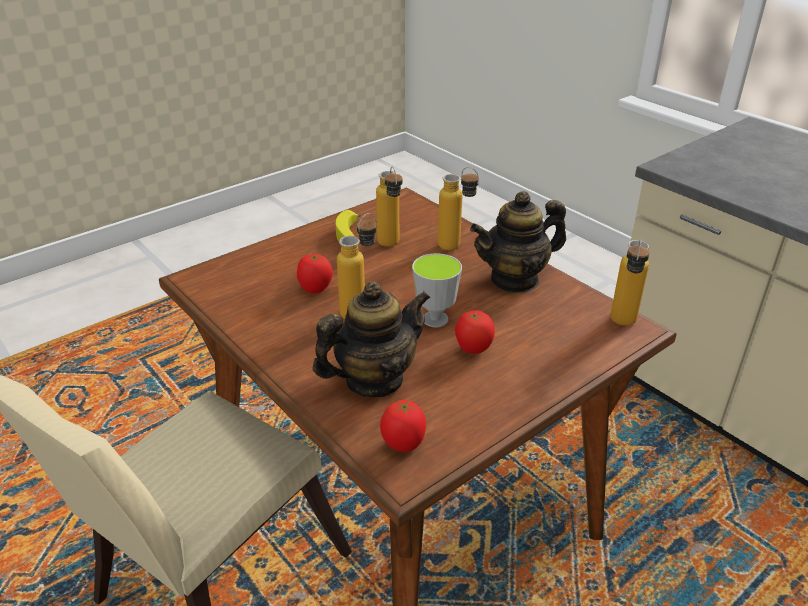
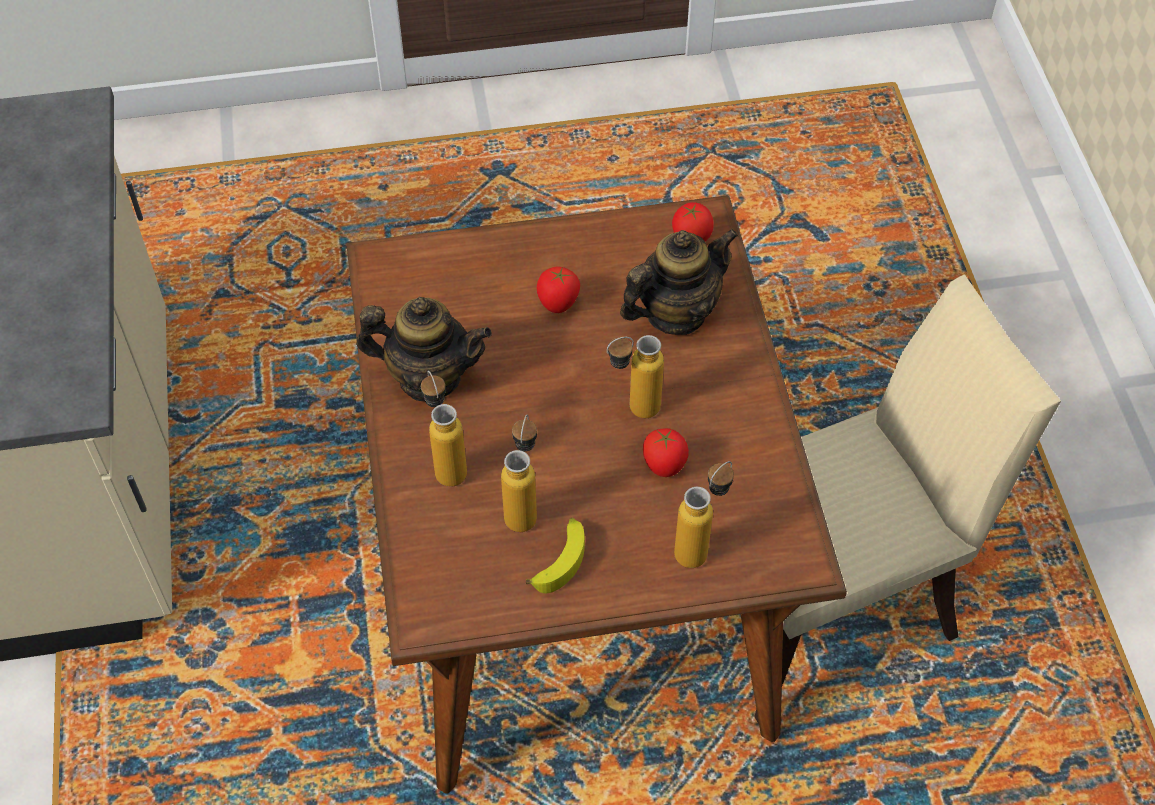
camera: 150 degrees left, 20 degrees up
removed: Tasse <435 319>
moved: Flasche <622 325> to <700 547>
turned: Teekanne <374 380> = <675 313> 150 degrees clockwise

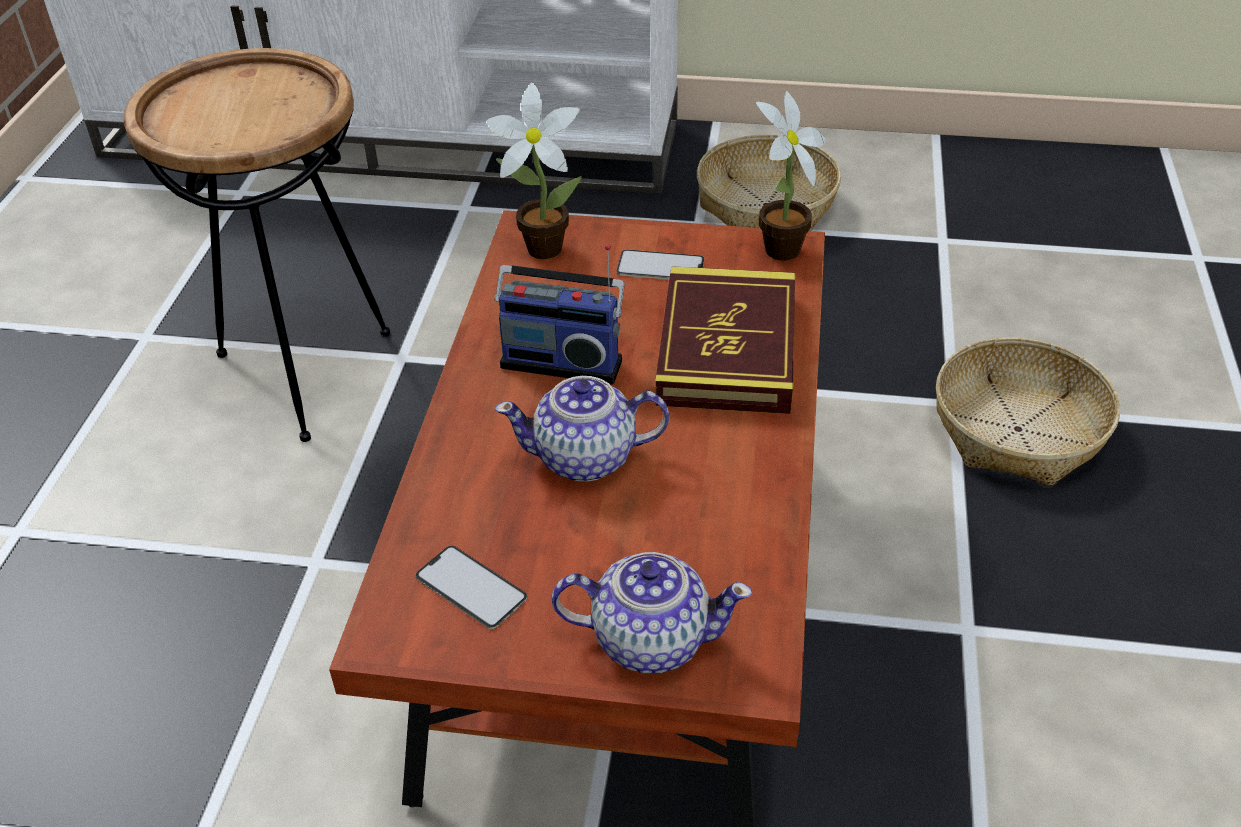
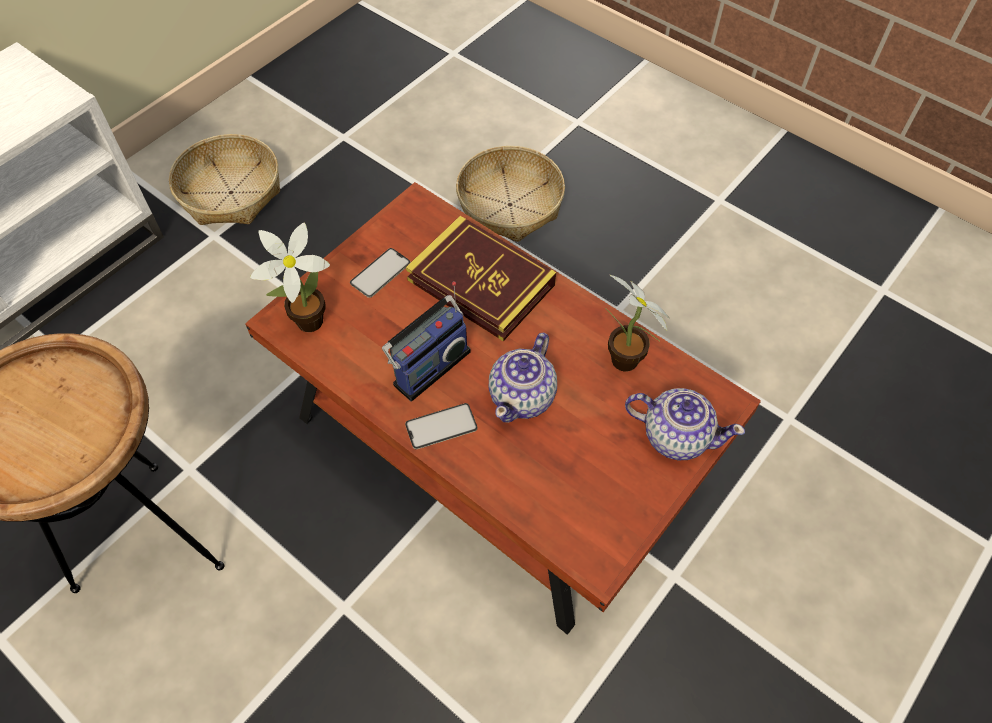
camera: 60 degrees left, 15 degrees up
moved: Handy <471 587> to <441 426>; Topfpflanze <778 253> to <626 364>
turned: Teekanne <649 639> = <675 435> 75 degrees clockwise

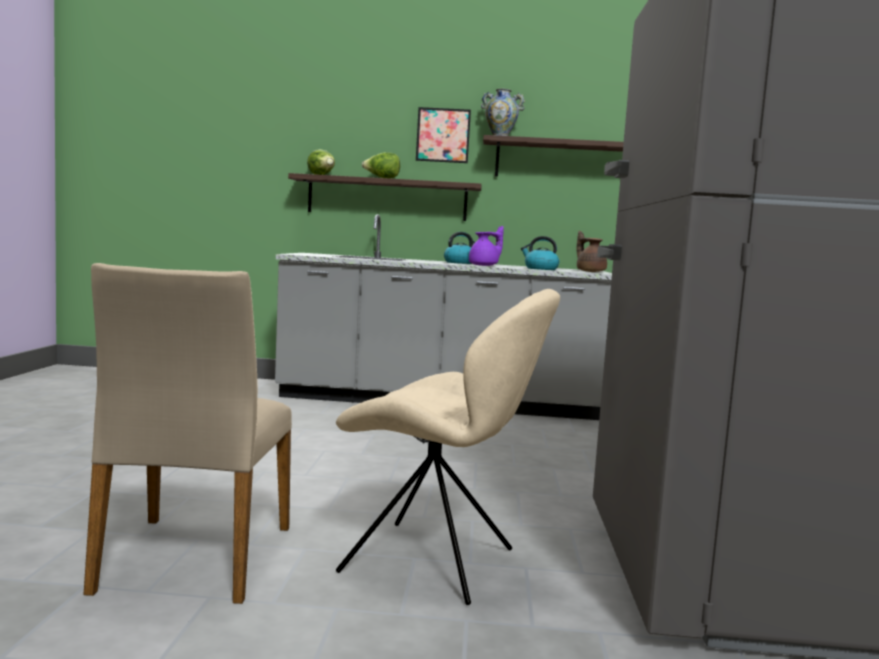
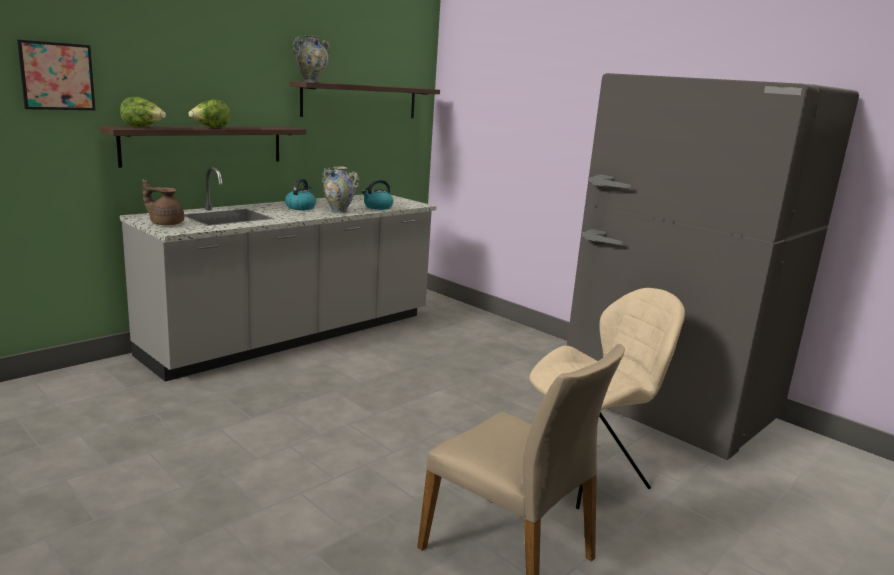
camera: 50 degrees left, 10 degrees up
moved: Bild <443 135> to <57 76>; Teekanne/braun <590 271> to <166 223>
replaced: Teekanne/lila <485 265> to Vase <339 211>

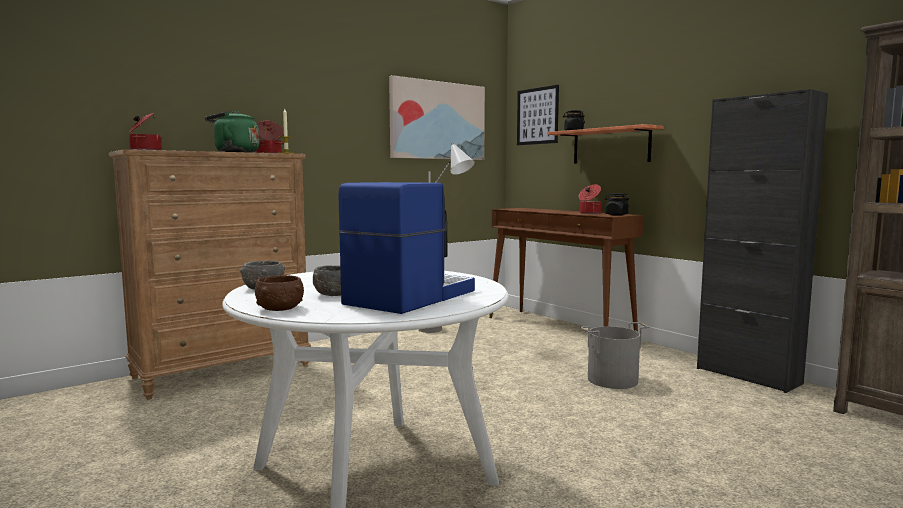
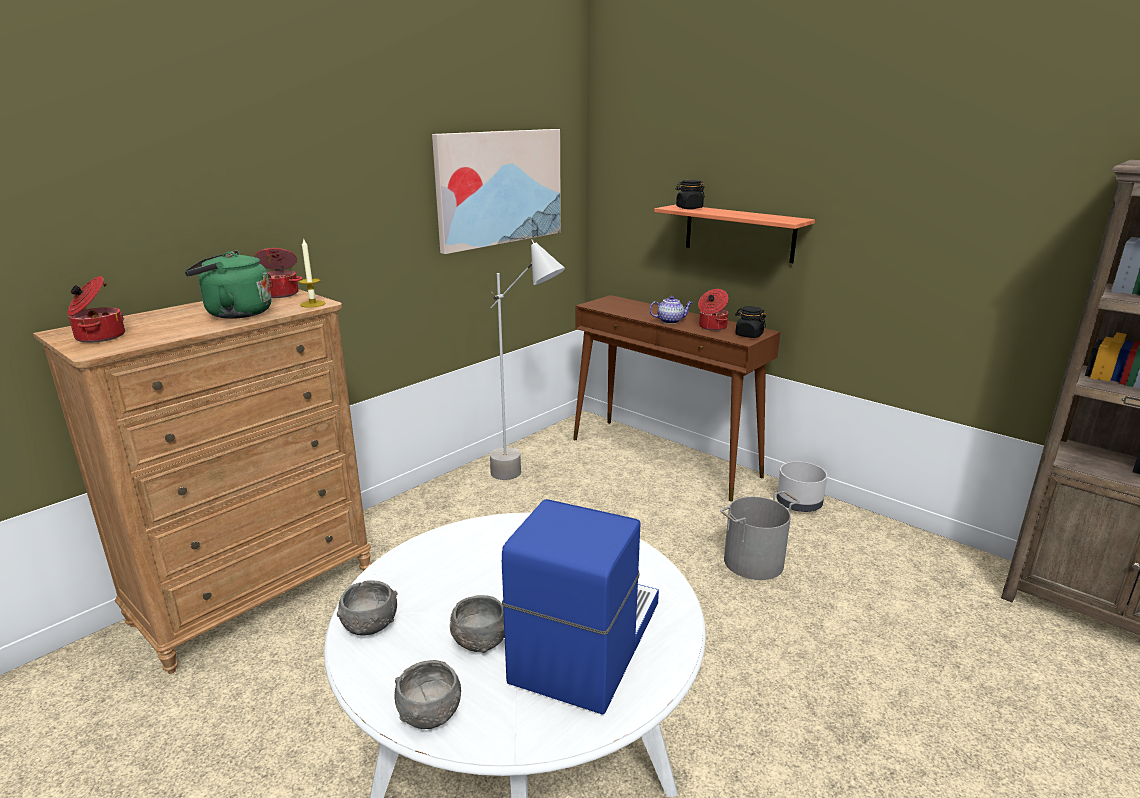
camera: 10 degrees left, 15 degrees up
removed: Bild <537 116>; Schrank/schwarz <748 376>
added: Teekanne <670 321>; Pflanzkübel/grau <799 503>
recoloured: Schüssel/braun <280 308> to Schüssel/grau <429 712>

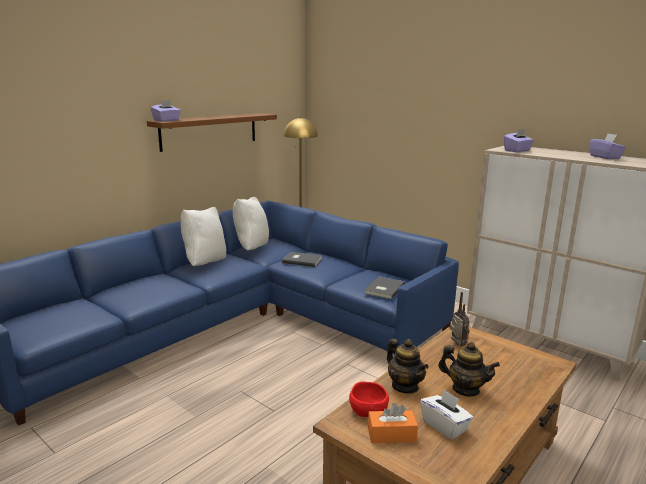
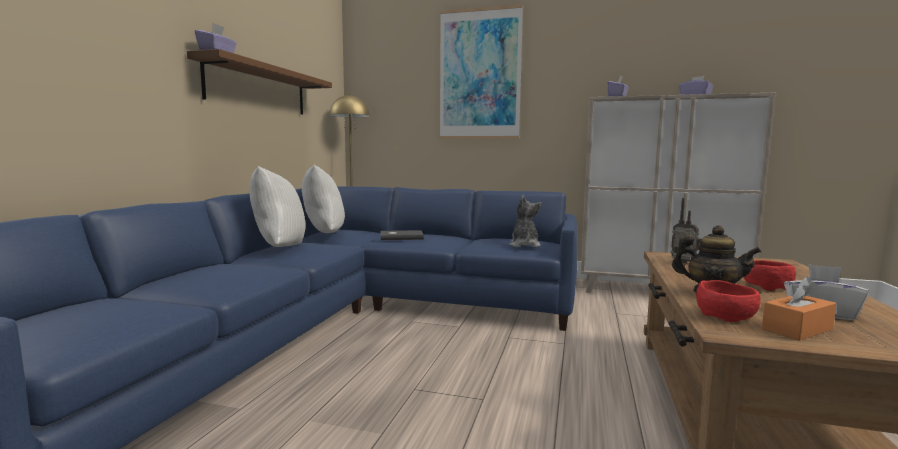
camera: 25 degrees left, 10 degrees down
added: Bild <480 74>
replaced: Buch/grau <383 289> to Plüschtier <524 245>; Teekanne <465 389> to Schüssel/rot <765 286>

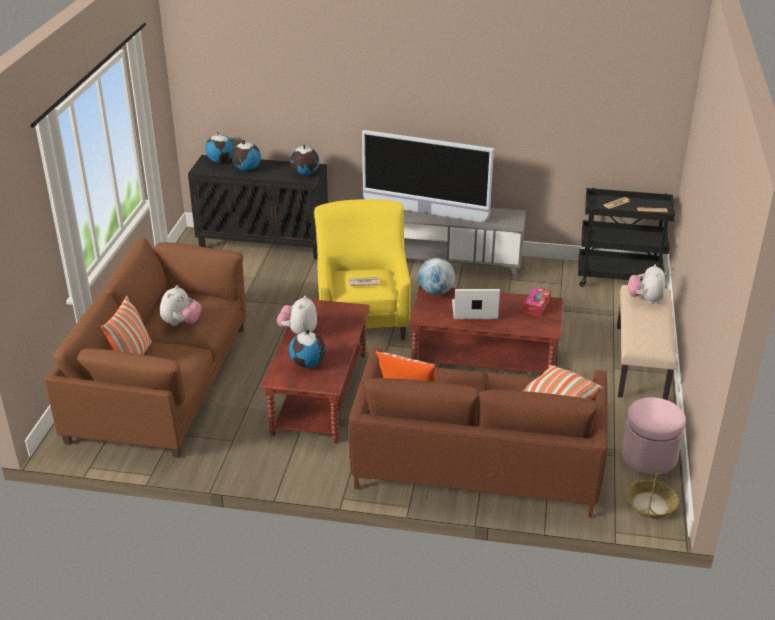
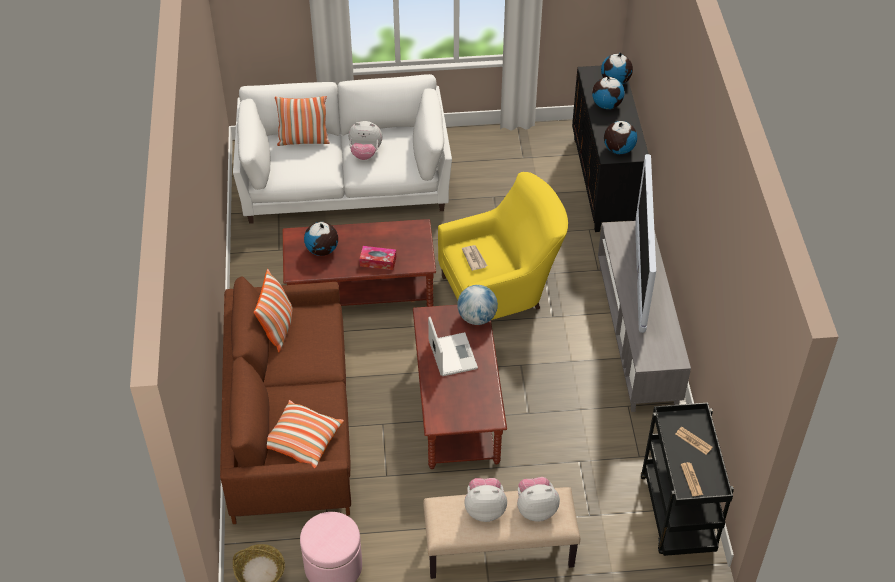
camera: 75 degrees right, 15 degrees up
moved: Plüschtier <298 332> to <485 509>; Taschentuchbox <536 306> to <378 261>
recoloured: Sofa/braun <162 383> to Sofa/weiß <345 182>

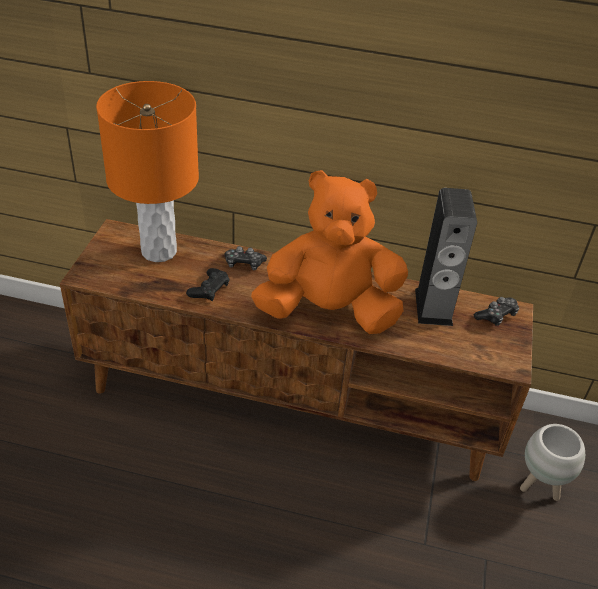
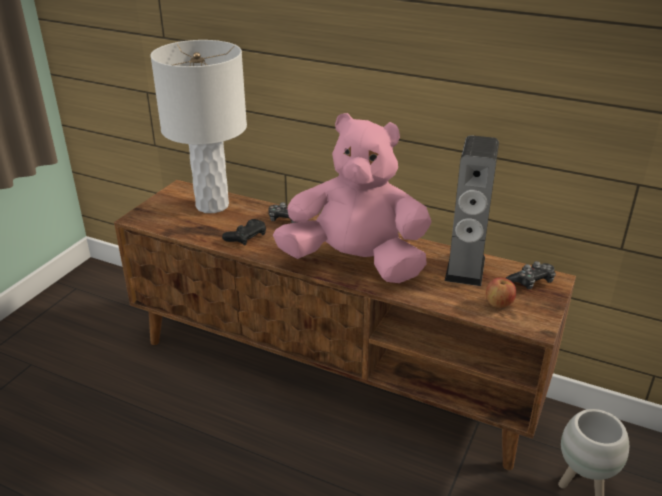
camera: 15 degrees right, 10 degrees down
added: Apfel <498 304>
recoloured: Tischlampe/orange <158 251> to Tischlampe/weiß <212 205>; Plüschtier/orange <329 311> to Plüschtier/rosa <355 263>

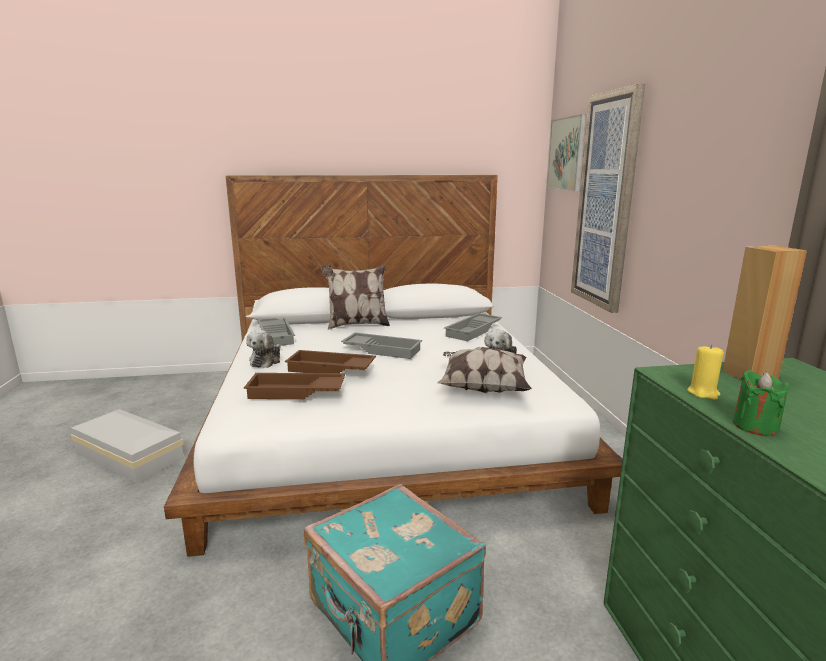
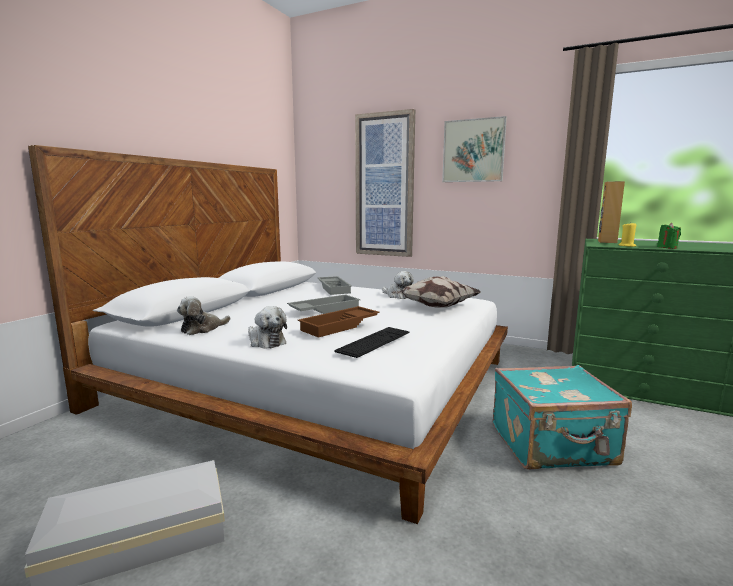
camera: 55 degrees left, 5 degrees down
removed: Kissen <357 325>
moved: Bild <566 154> to <473 150>
replaced: Tablett/braun <295 392> to Tastatur <374 341>; Tablett/grau <277 335> to Plüschtier <202 329>

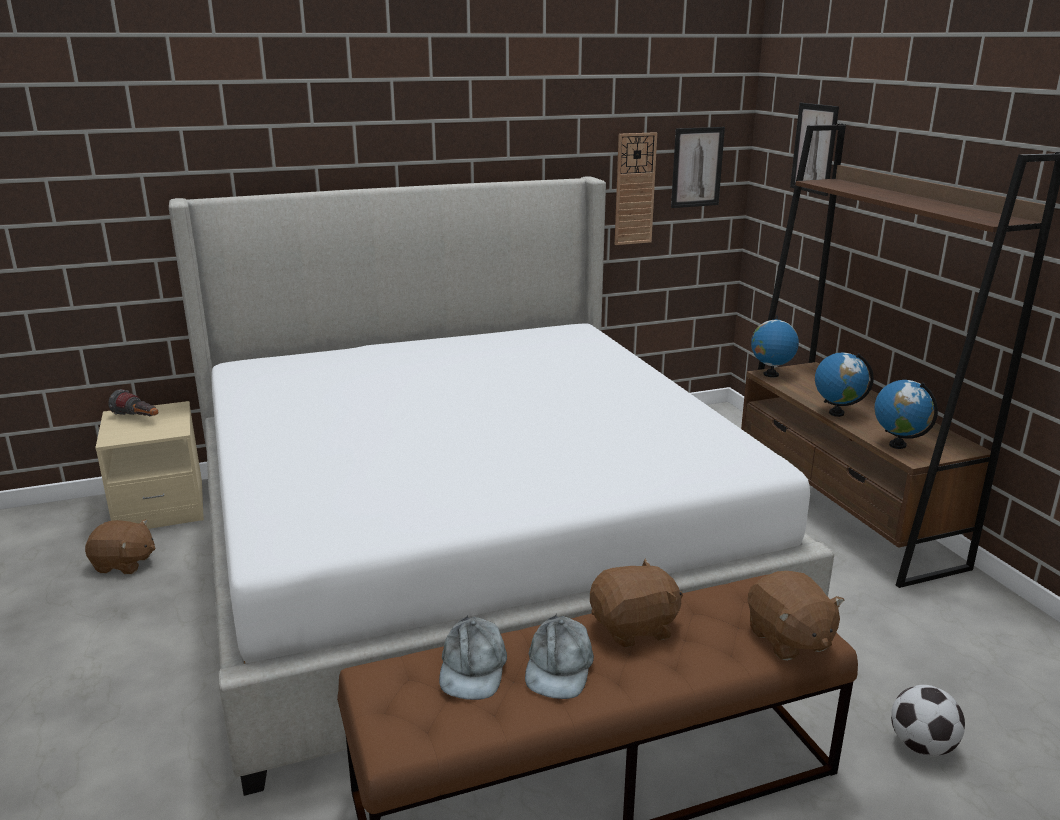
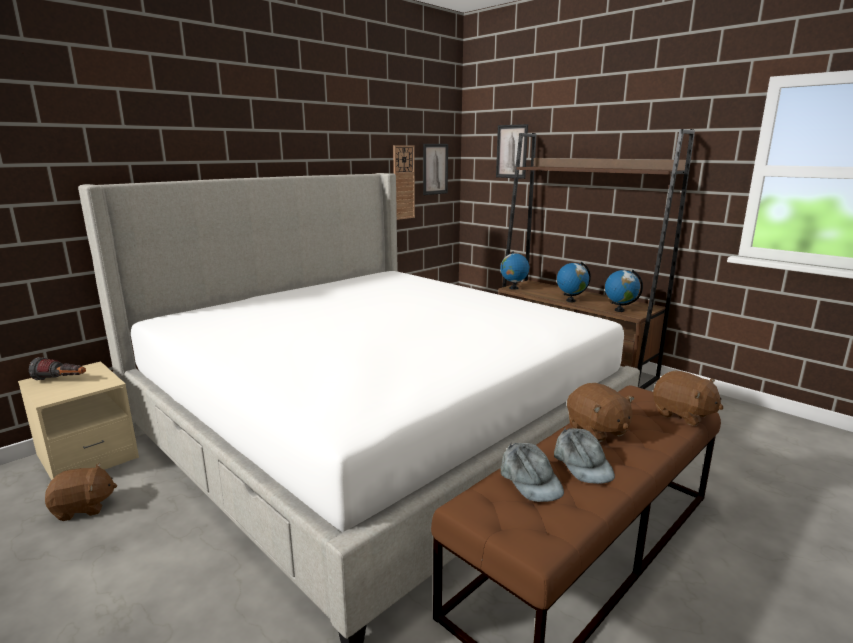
camera: 25 degrees left, 5 degrees down
removed: Fußball <922 746>
turned: Plüschtier/braun <634 628> = <597 430> 105 degrees clockwise

